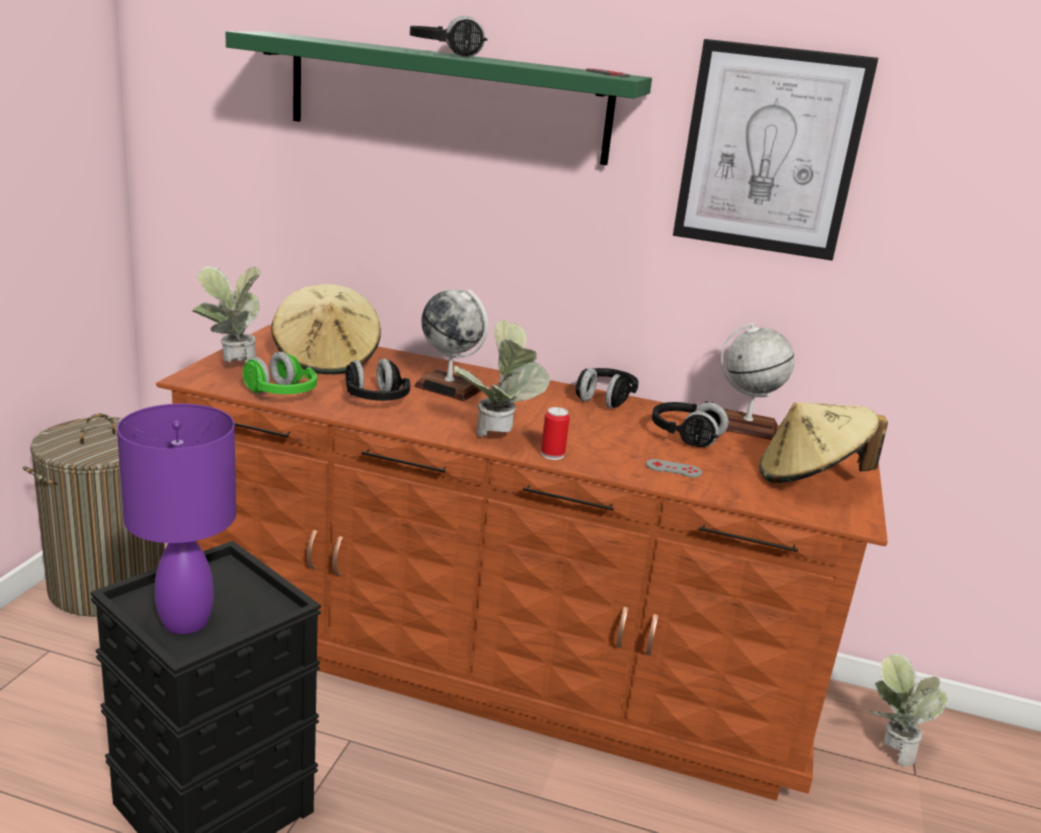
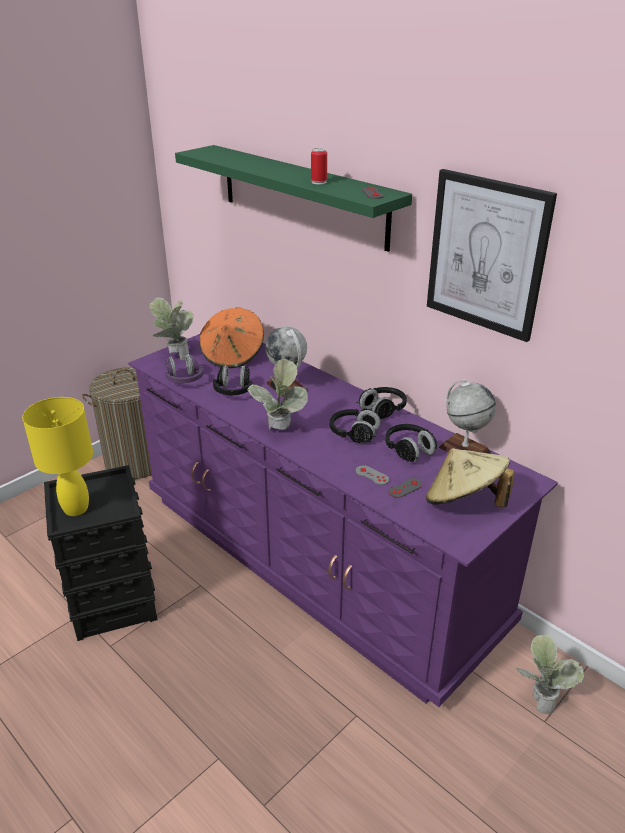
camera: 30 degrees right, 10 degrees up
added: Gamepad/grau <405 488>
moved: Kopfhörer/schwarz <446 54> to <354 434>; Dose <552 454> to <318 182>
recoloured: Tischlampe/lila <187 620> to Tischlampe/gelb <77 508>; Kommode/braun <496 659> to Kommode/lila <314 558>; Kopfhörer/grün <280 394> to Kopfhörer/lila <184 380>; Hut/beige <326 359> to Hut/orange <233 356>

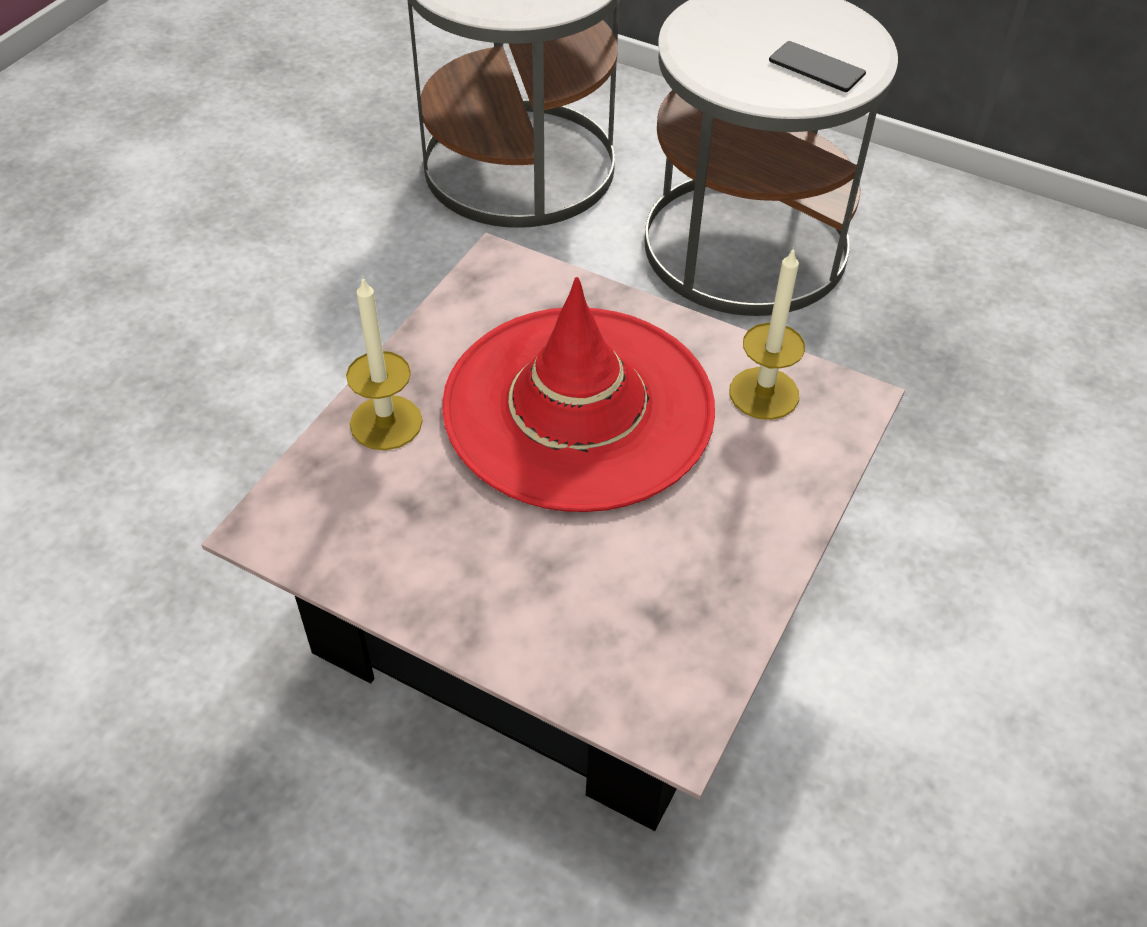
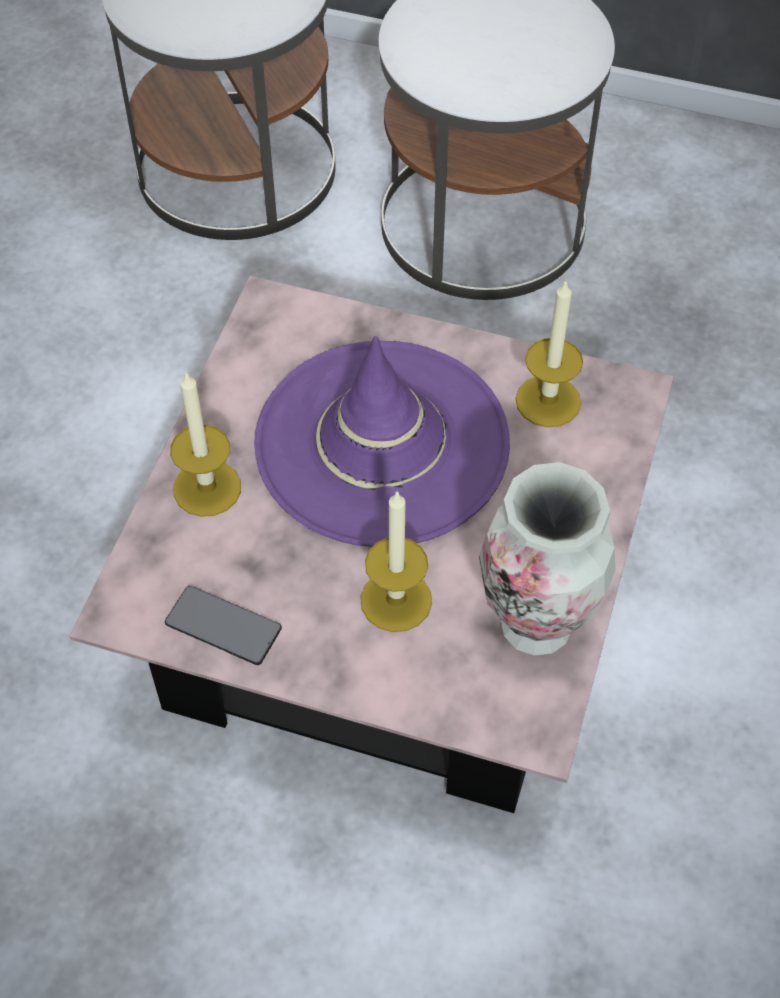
camera: 10 degrees left, 5 degrees up
added: Kerze <396 600>; Vase <536 627>
moved: Handy <816 68> to <223 626>
recoloured: Hut/rot <578 407> to Hut/lila <382 443>

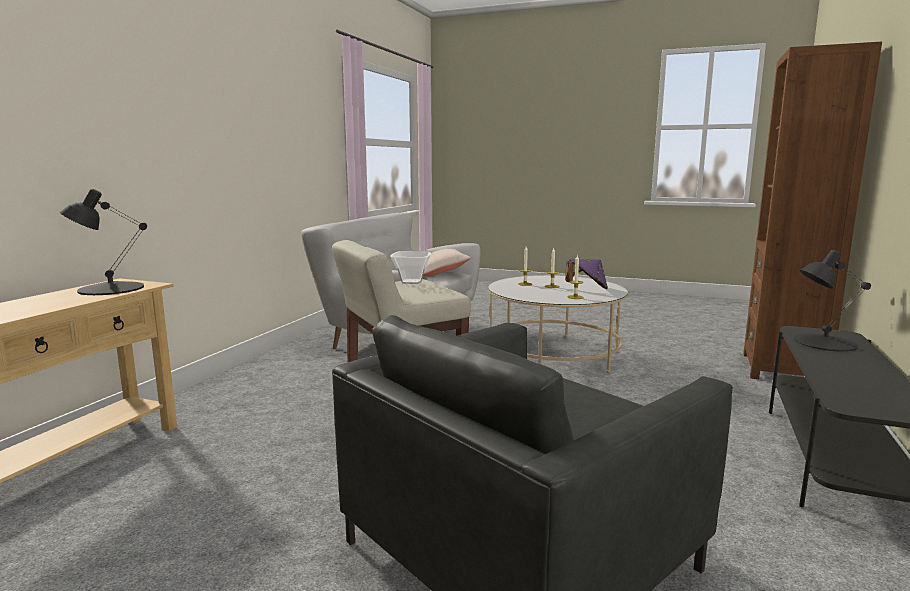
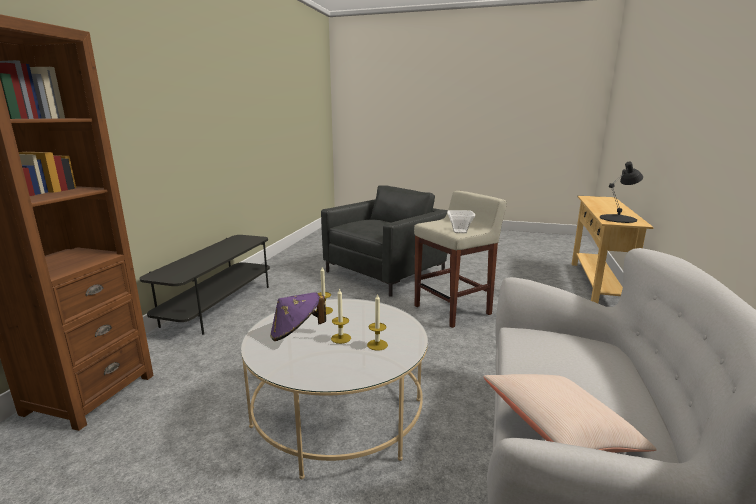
camera: 175 degrees right, 5 degrees up
removed: Tischlampe/schwarz <823 342>

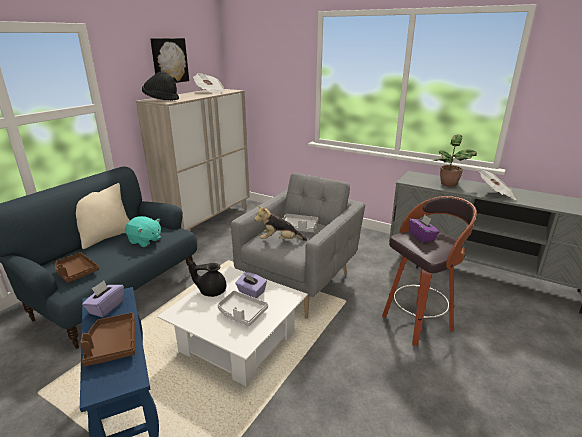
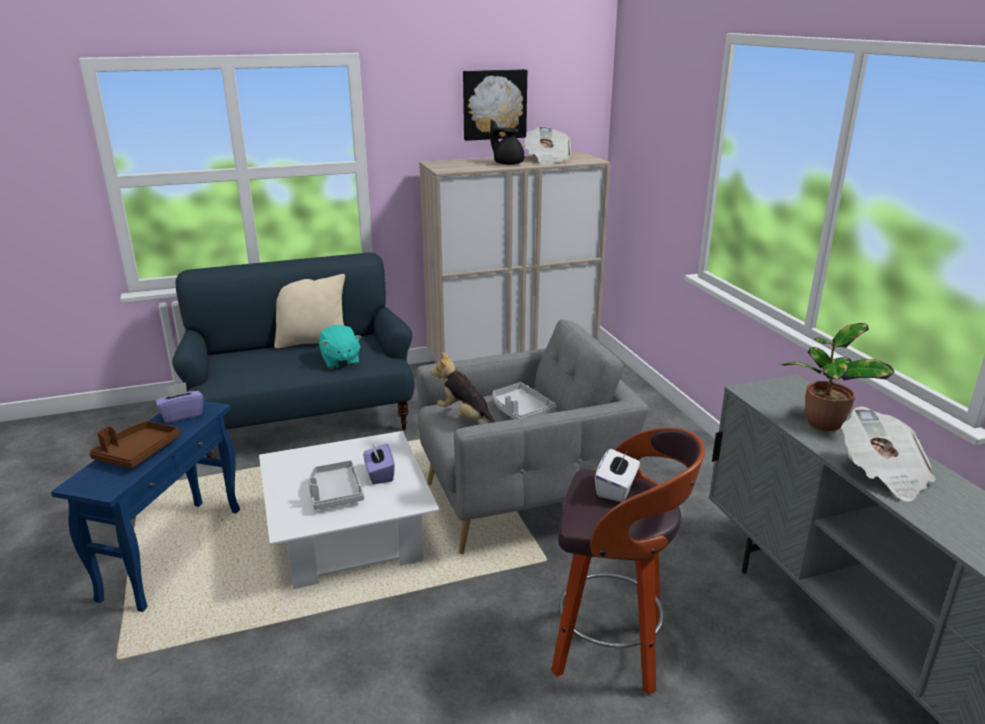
camera: 40 degrees right, 0 degrees up
removed: Tablett/braun <76 272>; Hut/schwarz <161 100>
moved: Teekanne/schwarz <211 291> to <507 163>
recoloured: Taschentuchbox/lila <422 236> to Taschentuchbox/weiß <616 489>

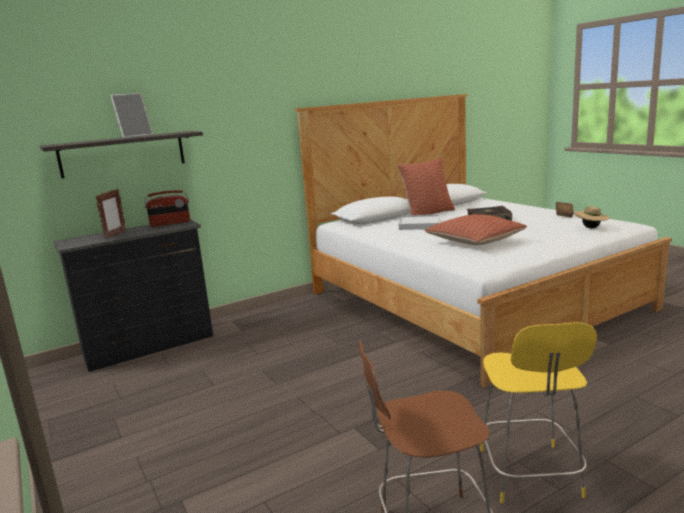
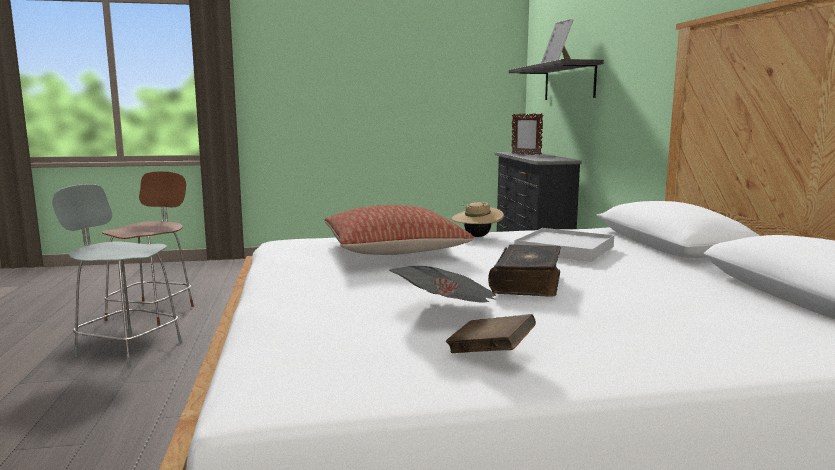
camera: 110 degrees right, 5 degrees down
removed: Radio <170 223>; Kissen <427 213>
added: Zeitung <447 314>
moved: Hut/beige <591 228> to <476 236>
recoloured: Stuhl/gelb <530 475> to Stuhl/grau <126 348>

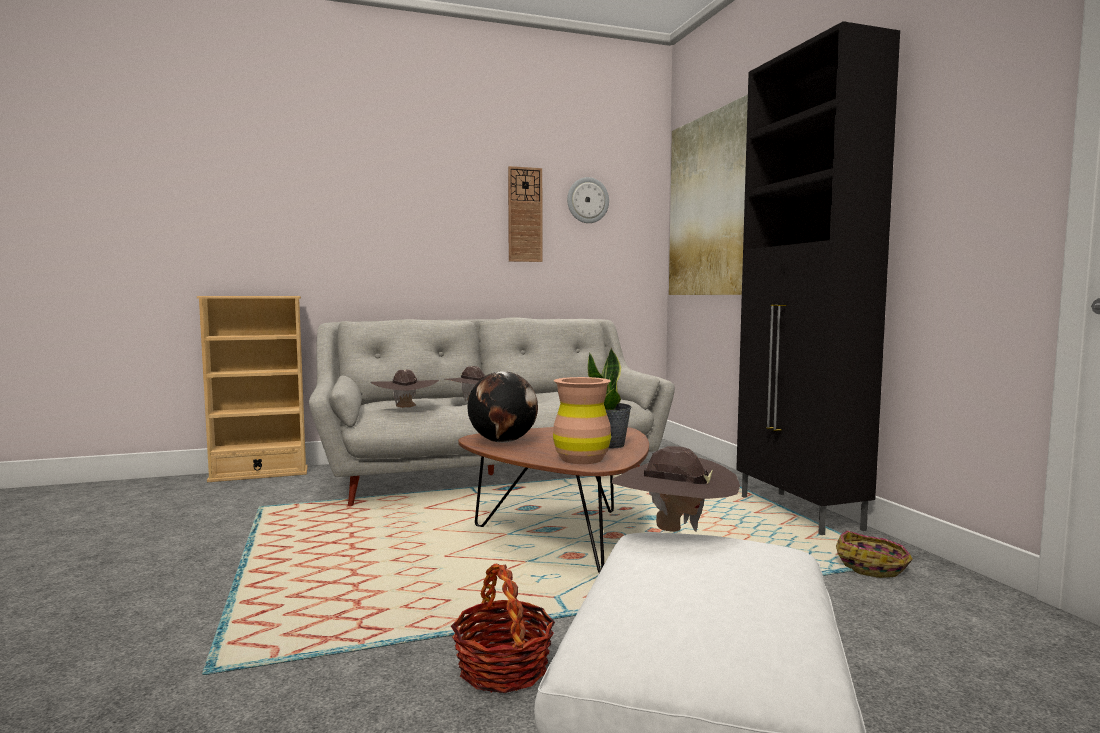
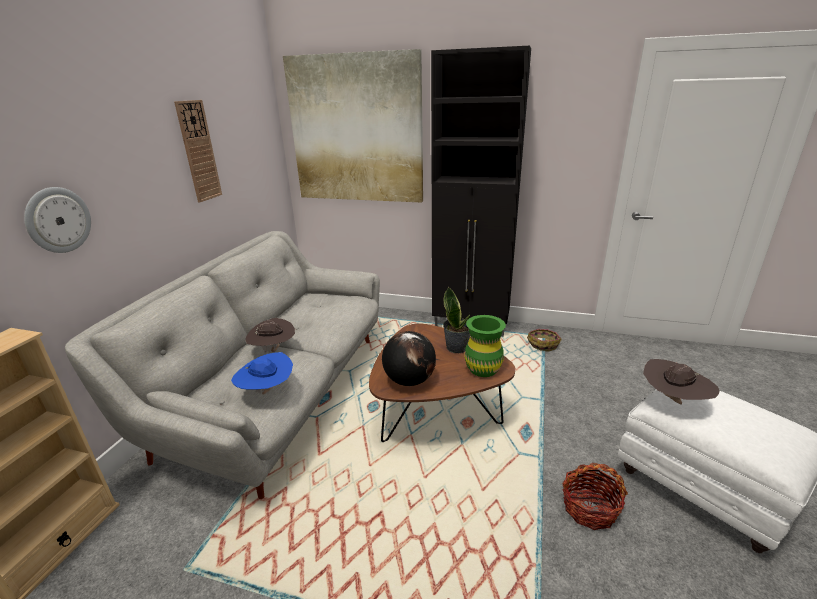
camera: 55 degrees left, 20 degrees up
moved: Wanduhr <587 200> to <58 220>
recoloured: Hut/braun <405 409> to Hut/blau <267 391>; Vase/braun <581 459> to Vase/grün <483 369>

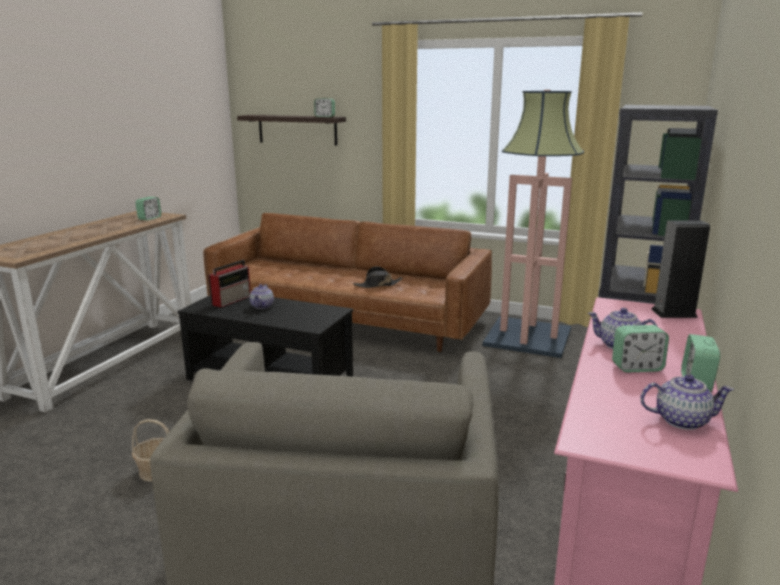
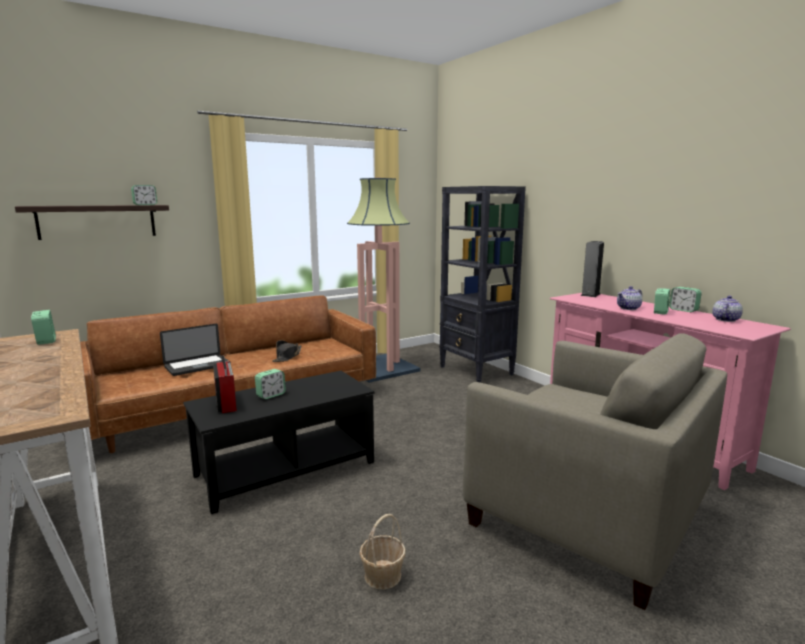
camera: 55 degrees left, 5 degrees down
added: Laptop <197 366>
replaced: Teekanne <262 306> to Wecker <271 395>

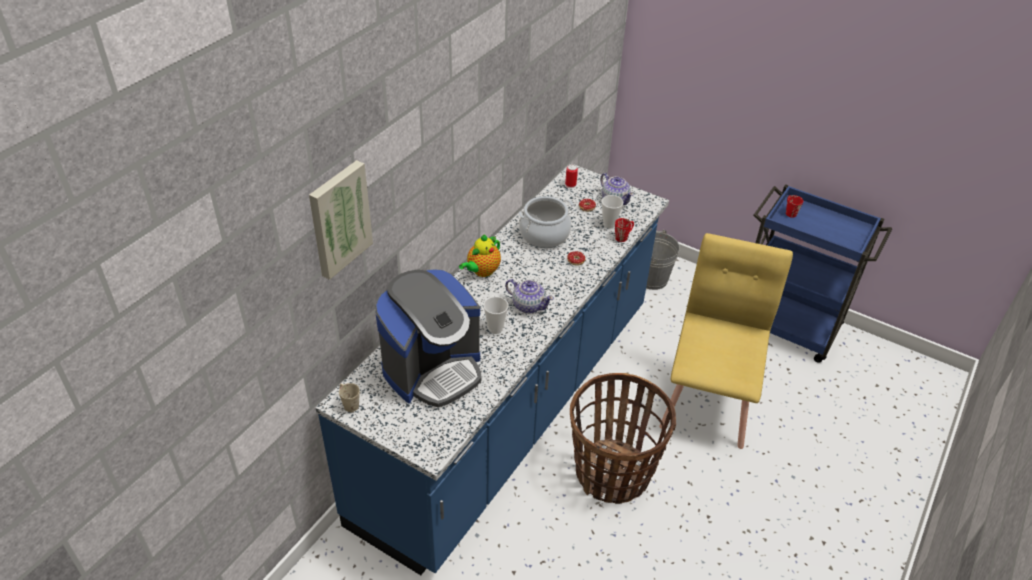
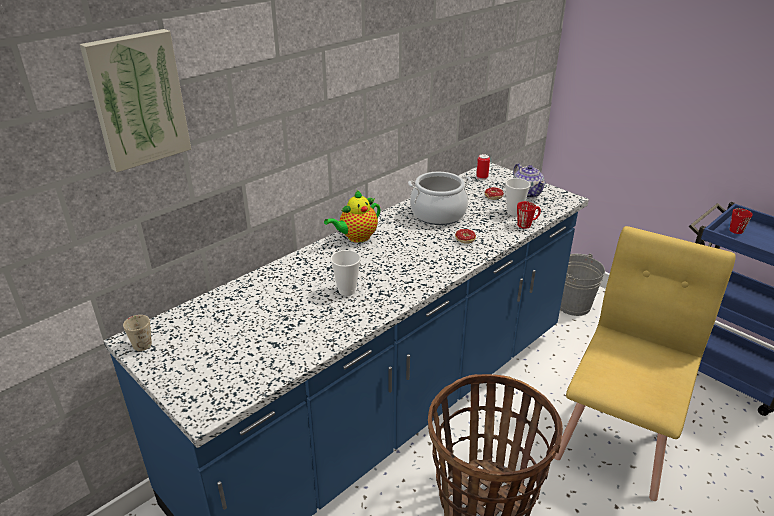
camera: 15 degrees right, 10 degrees down
removed: Kaffeemaschine <433 370>; Teekanne <528 305>

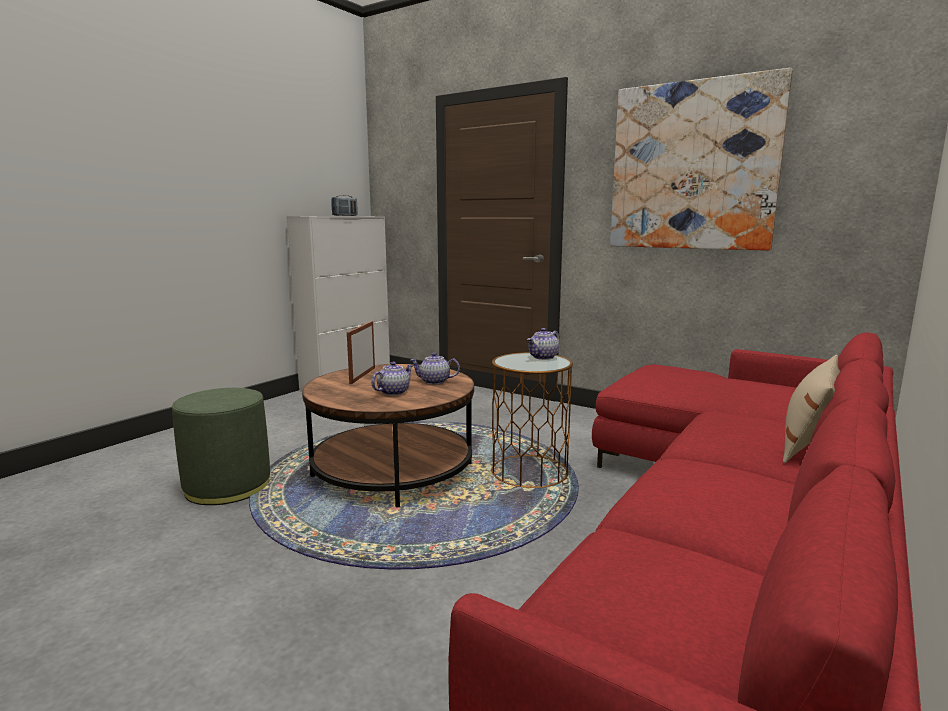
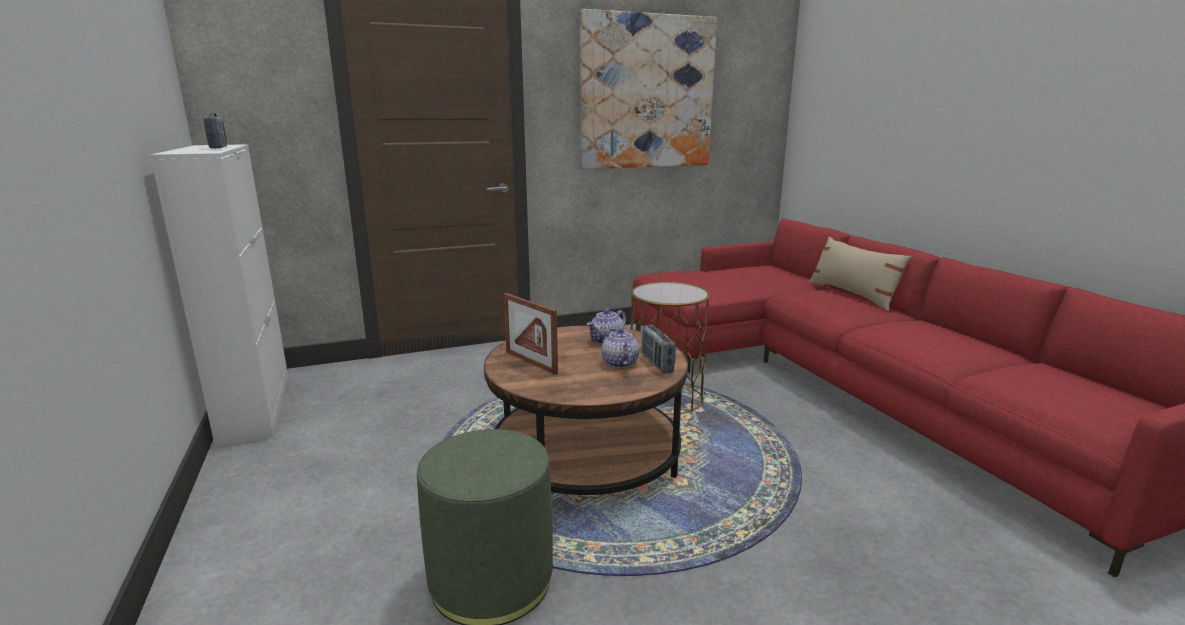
camera: 55 degrees left, 5 degrees up
removed: Teekanne <543 357>
added: Radio <657 363>

